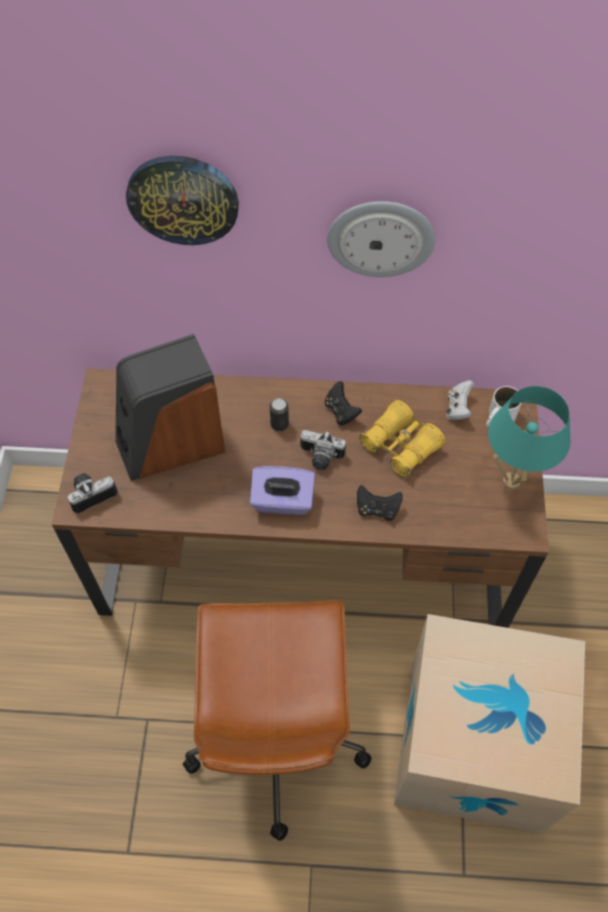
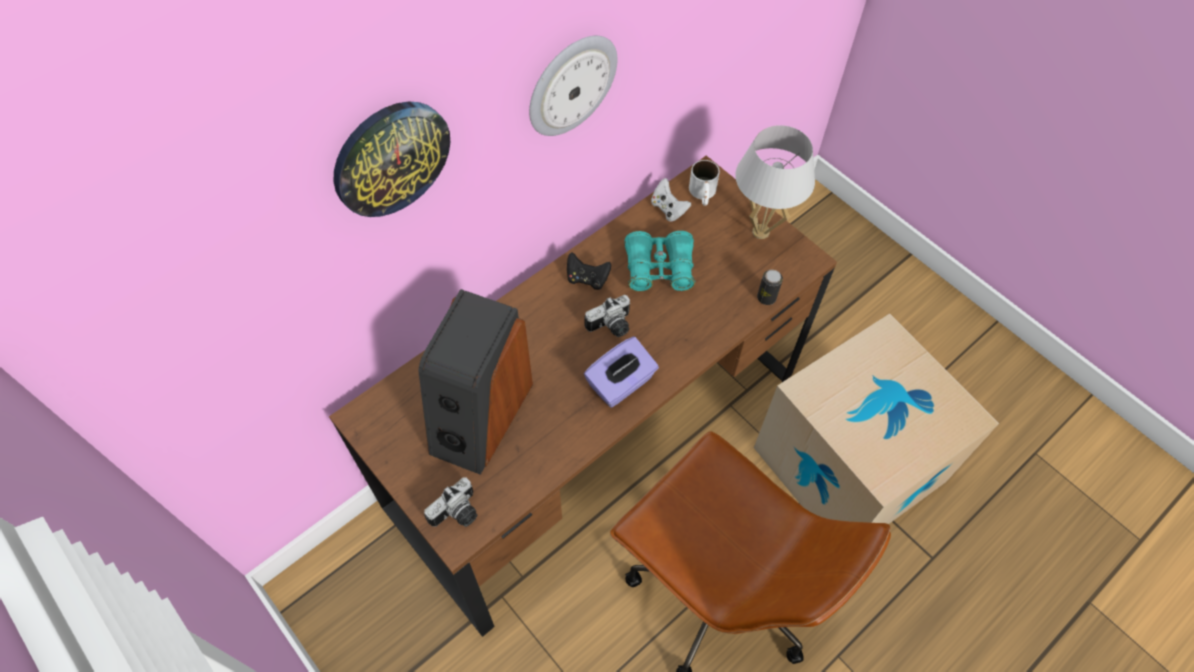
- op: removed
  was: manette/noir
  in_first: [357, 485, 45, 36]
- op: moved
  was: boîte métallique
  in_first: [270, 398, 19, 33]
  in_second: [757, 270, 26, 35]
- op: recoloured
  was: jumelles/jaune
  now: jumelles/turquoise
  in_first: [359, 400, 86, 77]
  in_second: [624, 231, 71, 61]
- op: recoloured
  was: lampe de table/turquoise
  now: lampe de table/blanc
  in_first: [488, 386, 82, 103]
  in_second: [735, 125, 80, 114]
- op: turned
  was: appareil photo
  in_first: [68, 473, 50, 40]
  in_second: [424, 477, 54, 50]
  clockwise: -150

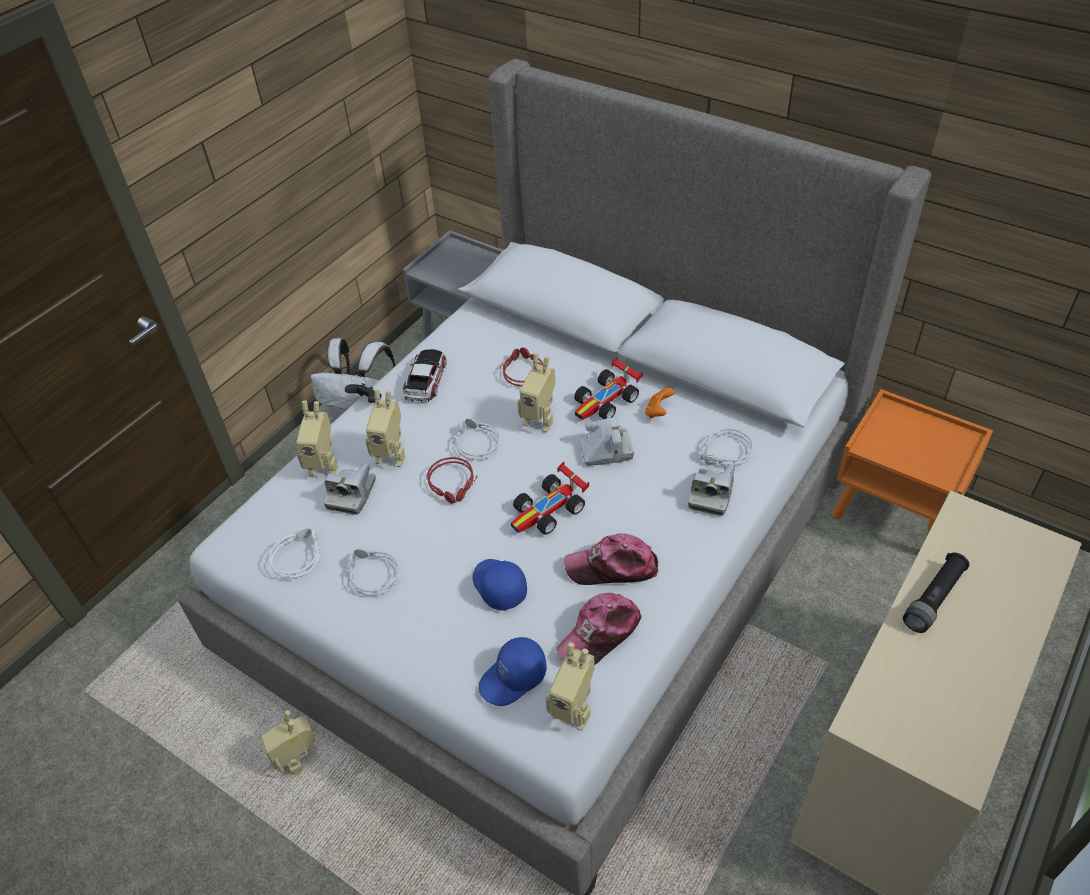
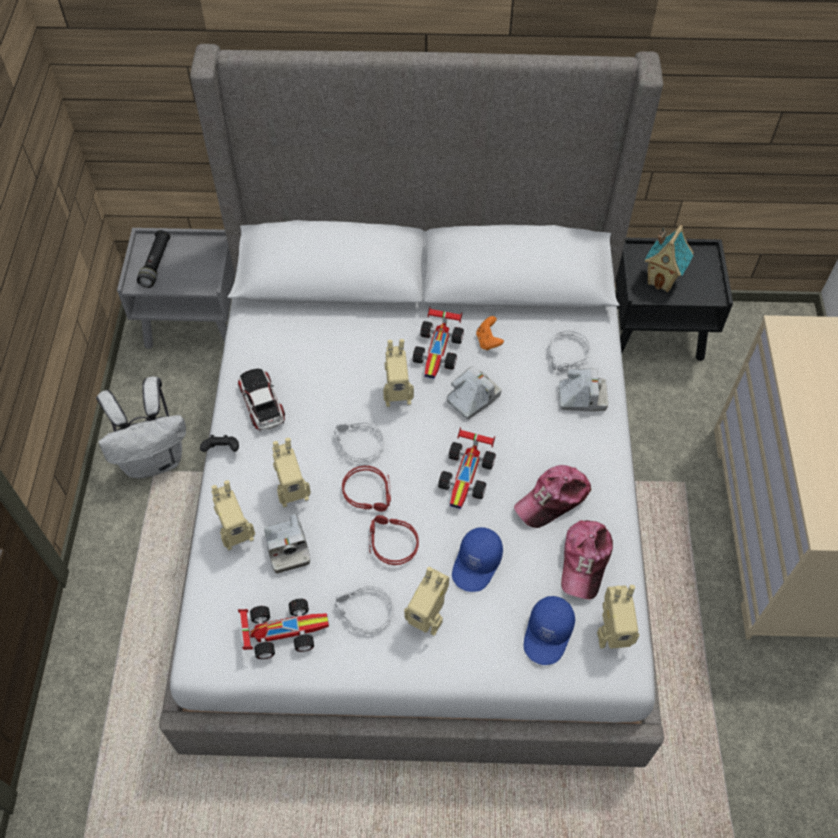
- op: added
  now: maison miniature
  in_second: [645, 225, 49, 67]
- op: moved
  was: robot jouet
  in_first: [261, 710, 54, 68]
  in_second: [404, 567, 45, 69]
- op: moved
  was: casque audio/rouge
  in_first: [499, 348, 44, 39]
  in_second: [369, 515, 50, 50]
- op: moved
  was: lampe de poche/noir
  in_first: [903, 553, 66, 80]
  in_second: [137, 230, 33, 58]
- op: replaced
  was: casque audio/blanc
  now: petite voiture
  in_first: [269, 527, 50, 51]
  in_second: [238, 599, 91, 60]
- op: recoloured
  was: table de chevet/orange
  now: table de chevet/noir
  in_first: [832, 389, 161, 146]
  in_second: [616, 238, 117, 123]
- op: turned
  was: casquette/bleu
  in_first: [472, 559, 55, 51]
  in_second: [452, 527, 51, 65]
  clockwise: -90
- op: turned
  was: appareil photo
  in_first: [688, 464, 46, 52]
  in_second: [559, 368, 49, 44]
  clockwise: -75

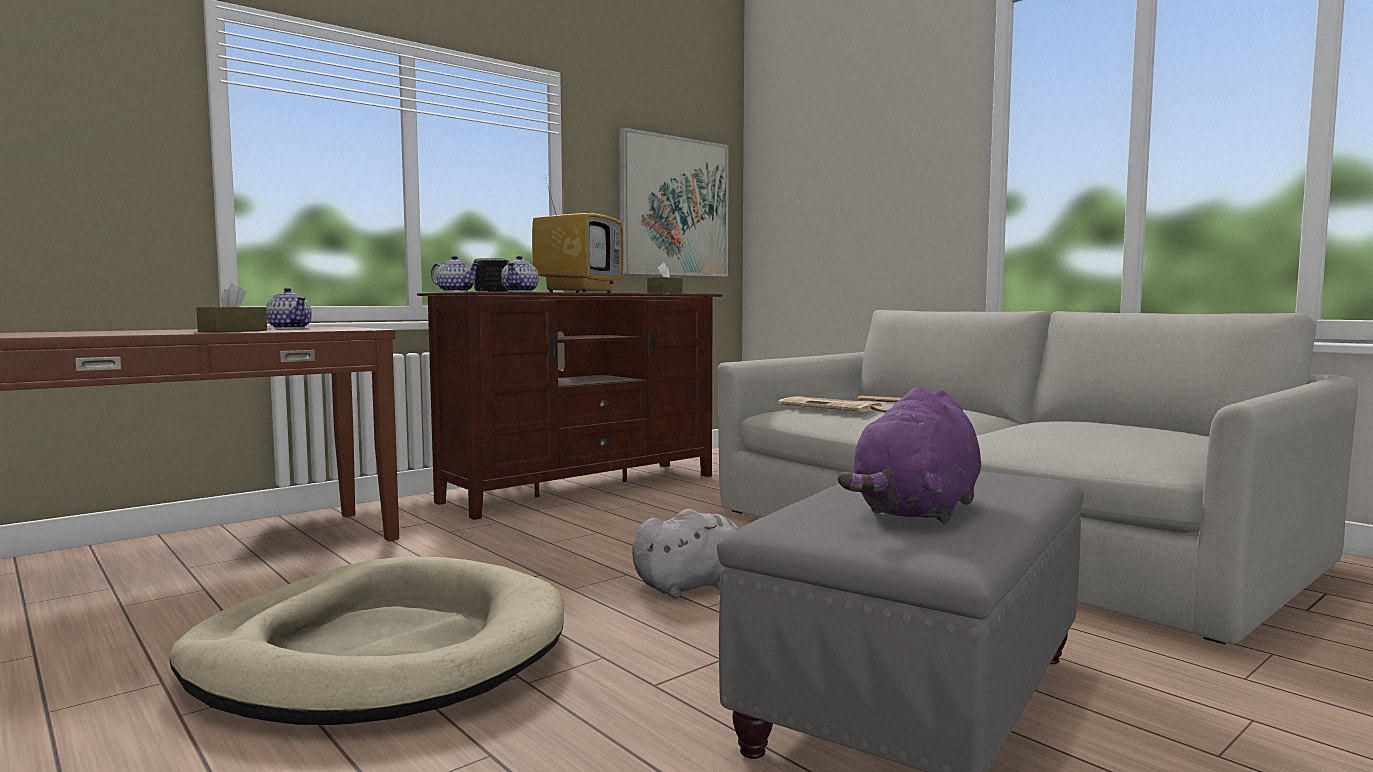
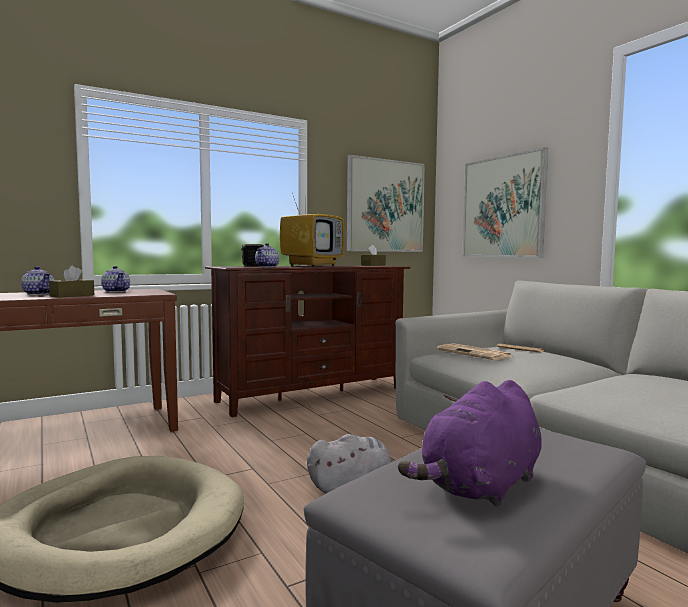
- op: added
  now: tableau
  in_second: [462, 147, 86, 111]
- op: moved
  was: théière
  in_first: [431, 256, 49, 36]
  in_second: [21, 266, 33, 29]

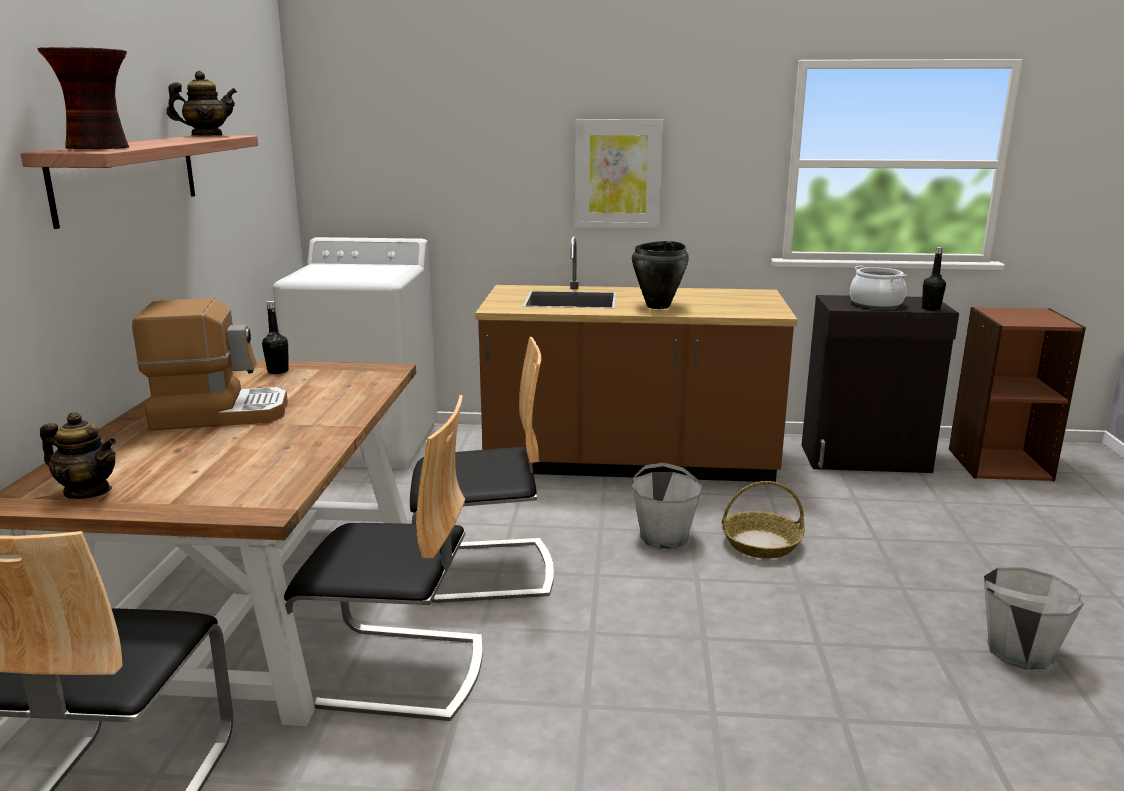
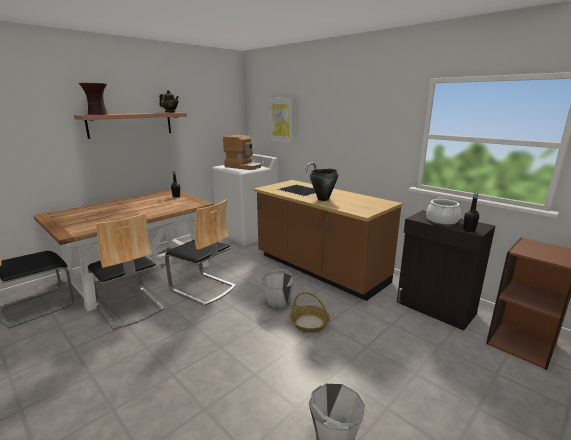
- op: removed
  was: théière
  in_first: [40, 412, 76, 87]
- op: moved
  was: machine à café
  in_first: [132, 298, 156, 132]
  in_second: [223, 135, 38, 35]
- op: moved
  was: tableau
  in_first: [575, 119, 88, 109]
  in_second: [268, 97, 27, 47]

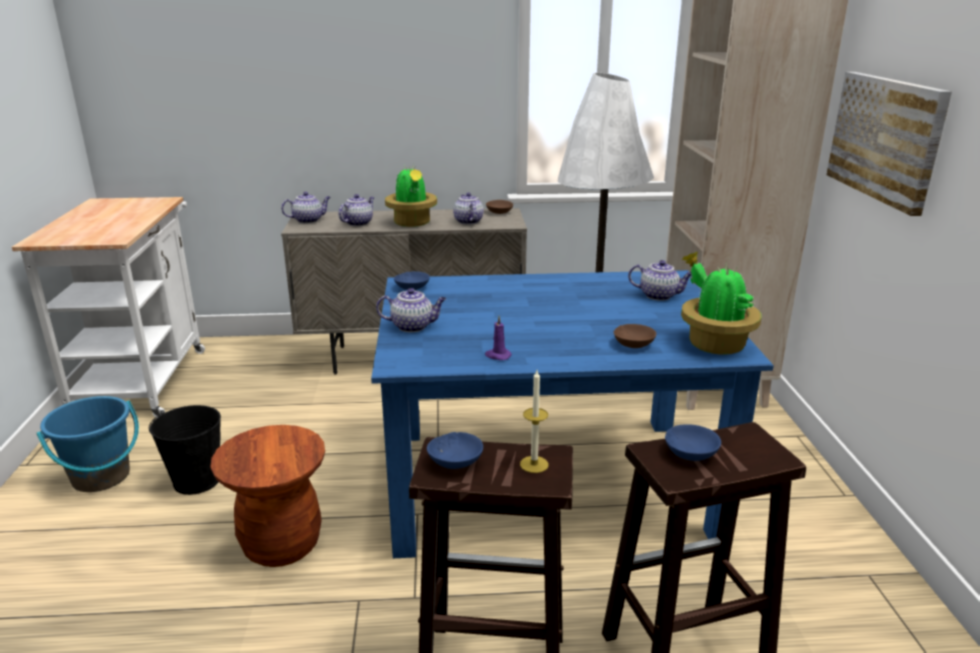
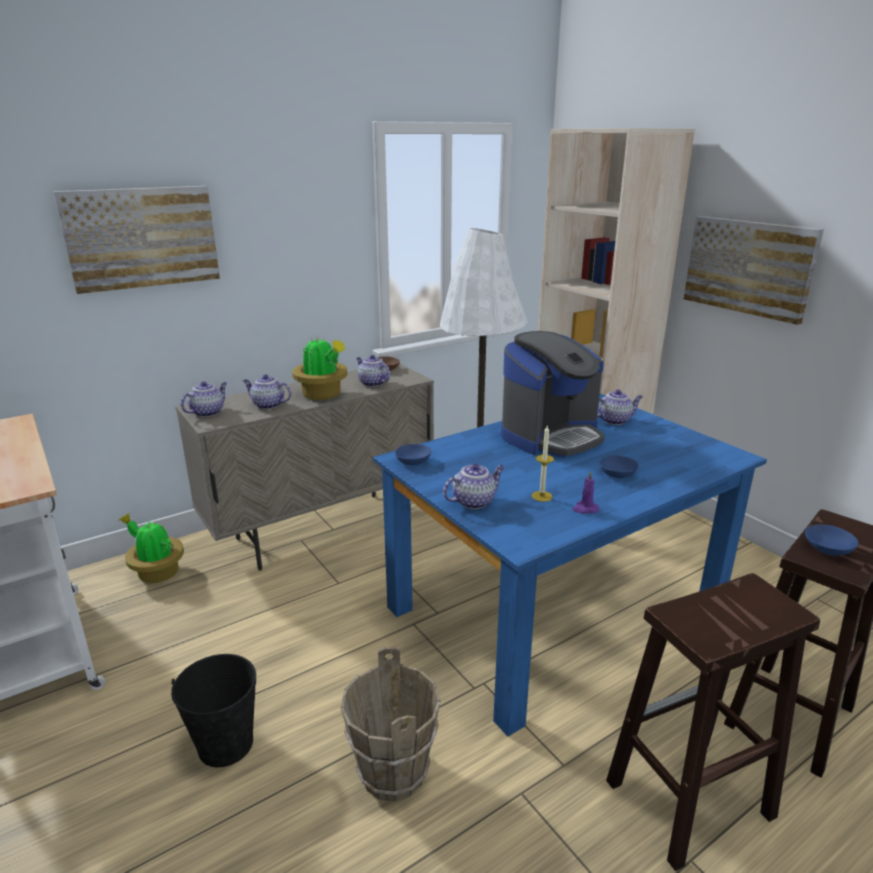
- op: removed
  was: seau/bleu
  in_first: [37, 396, 102, 96]
- op: removed
  was: bol/marron
  in_first: [614, 324, 42, 24]
- op: added
  now: tableau
  in_second: [53, 186, 167, 108]
- op: added
  now: machine à café
  in_second: [501, 331, 104, 126]
- op: moved
  was: bol/bleu
  in_first: [427, 432, 56, 37]
  in_second: [600, 456, 39, 22]
- op: moved
  was: bougie
  in_first: [520, 370, 28, 103]
  in_second: [531, 426, 23, 76]
- op: moved
  was: plante en pot
  in_first: [681, 252, 80, 103]
  in_second: [119, 513, 65, 70]
- op: replaced
  was: tabouret/marron
  now: seau/marron
  in_first: [211, 425, 114, 142]
  in_second: [340, 647, 101, 154]
- op: turned
  was: théière
  in_first: [338, 194, 37, 32]
  in_second: [242, 374, 49, 35]
  clockwise: -75

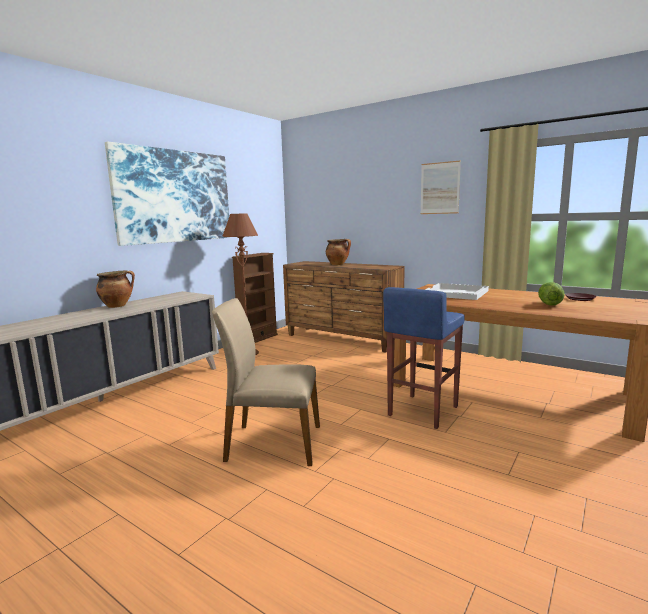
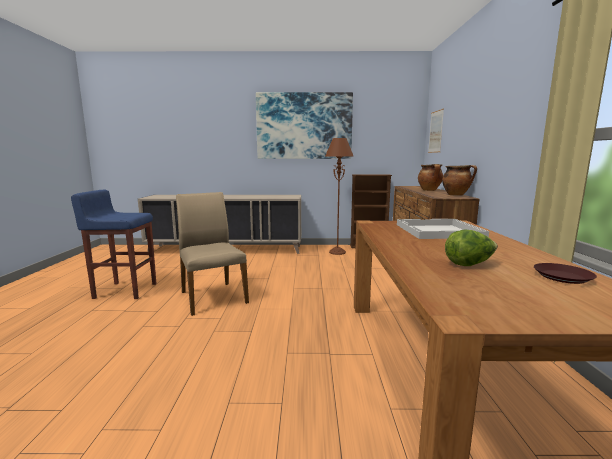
- op: moved
  was: marmite
  in_first: [96, 271, 39, 37]
  in_second: [442, 165, 35, 31]
- op: moved
  was: tabouret/bleu
  in_first: [383, 287, 82, 142]
  in_second: [71, 190, 85, 109]
- op: moved
  was: tableau
  in_first: [420, 160, 41, 54]
  in_second: [428, 109, 16, 44]

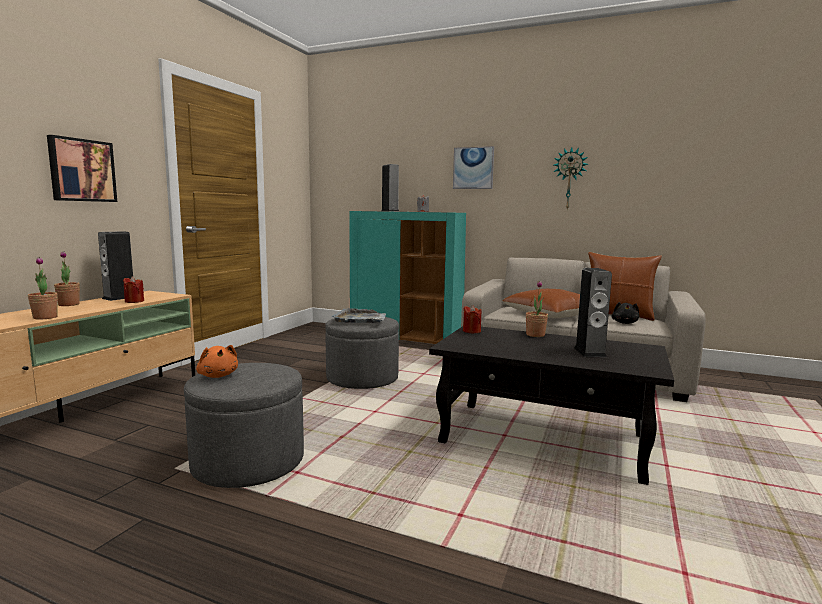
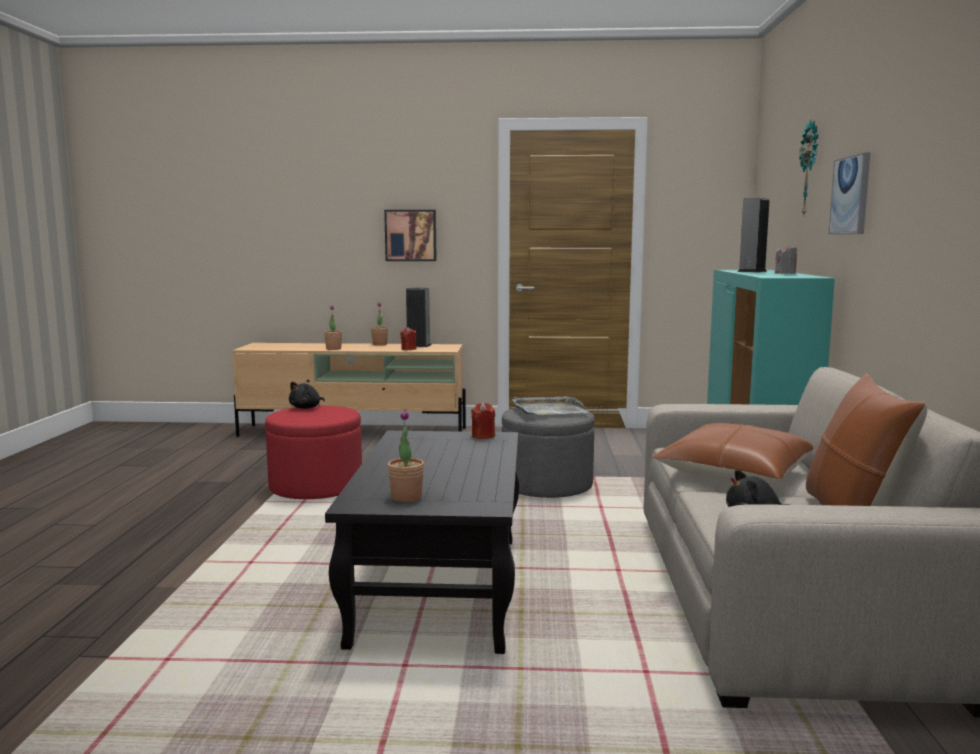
- op: removed
  was: enceinte
  in_first: [574, 268, 38, 89]
- op: moved
  was: plante en pot
  in_first: [526, 281, 22, 56]
  in_second: [388, 409, 36, 93]
- op: moved
  was: horloge murale
  in_first: [554, 147, 34, 62]
  in_second: [800, 120, 18, 95]
- op: recoloured
  was: pouf/gris
  now: pouf/rouge
  in_first: [184, 363, 120, 125]
  in_second: [265, 406, 97, 93]
- op: recoloured
  was: peluche/orange
  now: peluche/noir
  in_first: [196, 345, 42, 33]
  in_second: [289, 382, 36, 27]

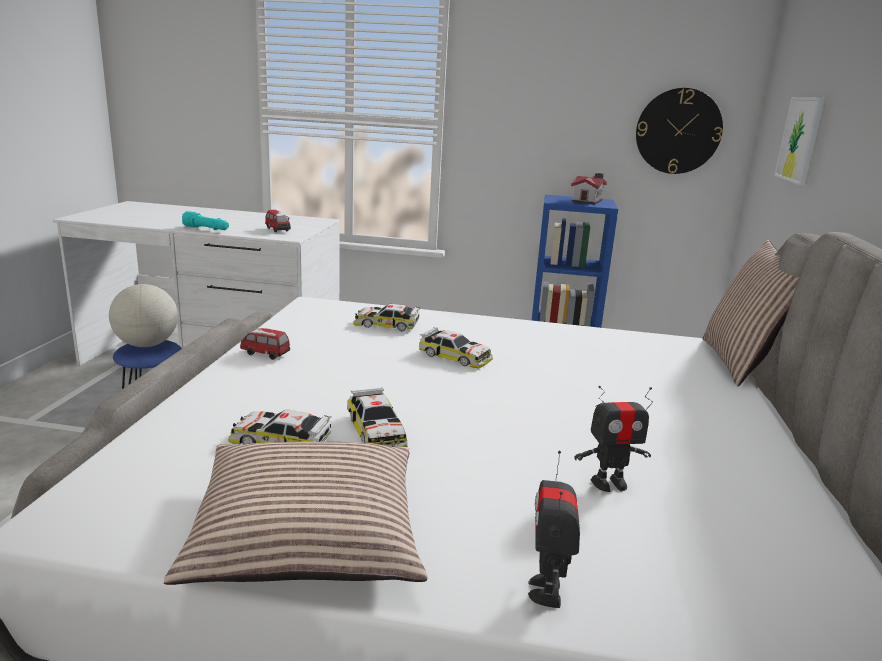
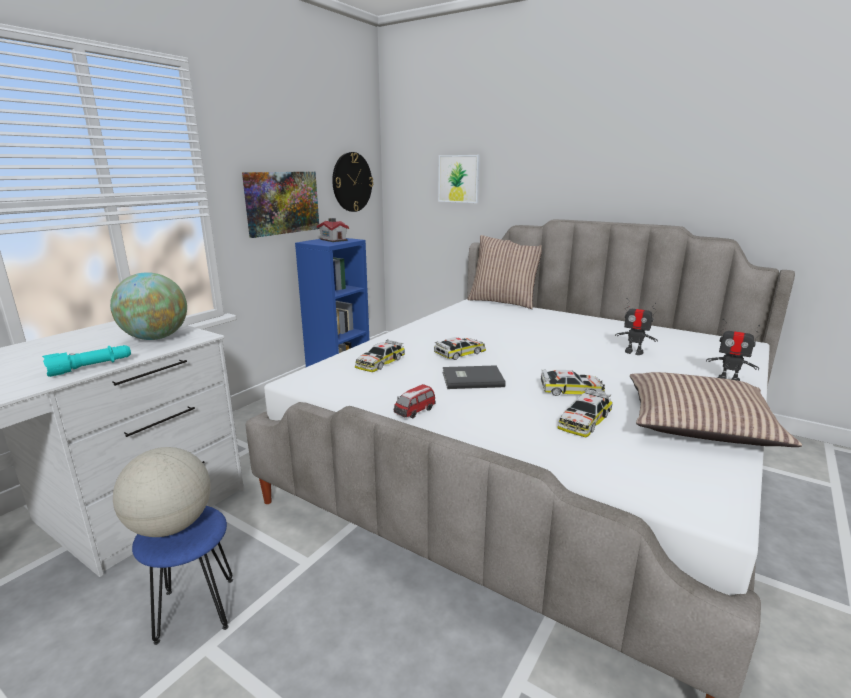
- op: added
  now: tableau
  in_second: [242, 172, 77, 66]
- op: added
  now: livre/gris
  in_second: [443, 365, 63, 24]
- op: replaced
  was: petite voiture
  now: globe
  in_first: [265, 210, 26, 22]
  in_second: [110, 272, 77, 68]
- op: turned
  was: robot jouet
  in_first: [574, 386, 79, 106]
  in_second: [615, 298, 43, 57]
  clockwise: 105

